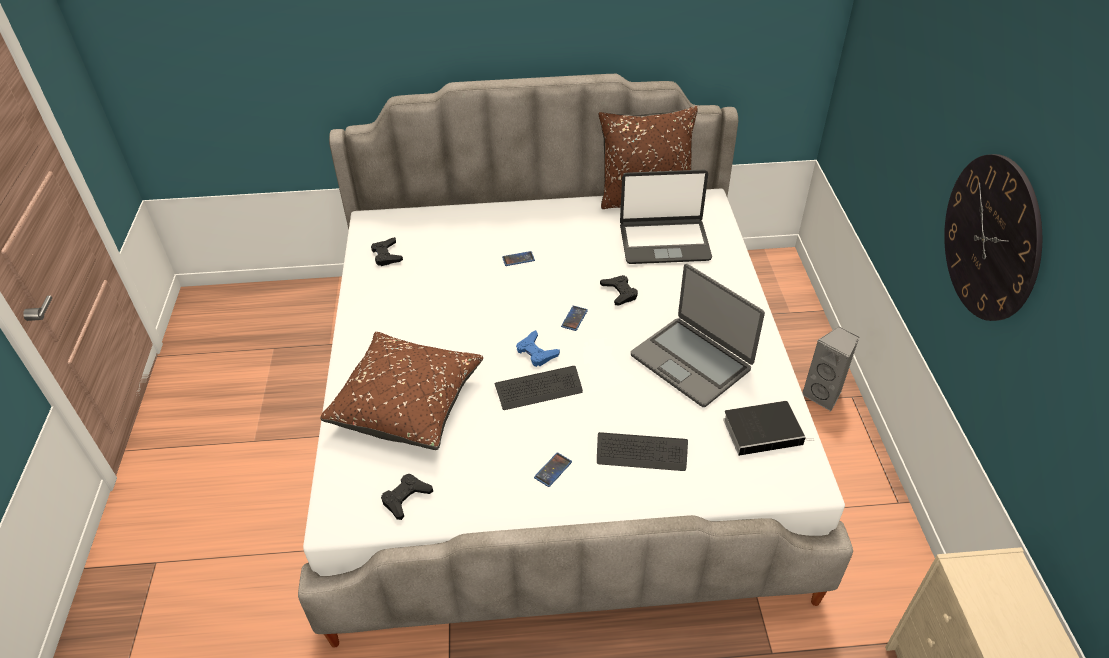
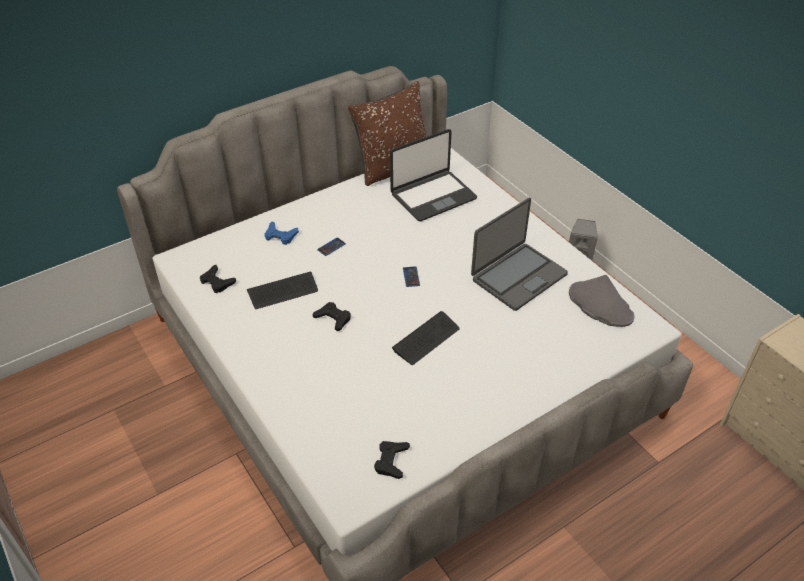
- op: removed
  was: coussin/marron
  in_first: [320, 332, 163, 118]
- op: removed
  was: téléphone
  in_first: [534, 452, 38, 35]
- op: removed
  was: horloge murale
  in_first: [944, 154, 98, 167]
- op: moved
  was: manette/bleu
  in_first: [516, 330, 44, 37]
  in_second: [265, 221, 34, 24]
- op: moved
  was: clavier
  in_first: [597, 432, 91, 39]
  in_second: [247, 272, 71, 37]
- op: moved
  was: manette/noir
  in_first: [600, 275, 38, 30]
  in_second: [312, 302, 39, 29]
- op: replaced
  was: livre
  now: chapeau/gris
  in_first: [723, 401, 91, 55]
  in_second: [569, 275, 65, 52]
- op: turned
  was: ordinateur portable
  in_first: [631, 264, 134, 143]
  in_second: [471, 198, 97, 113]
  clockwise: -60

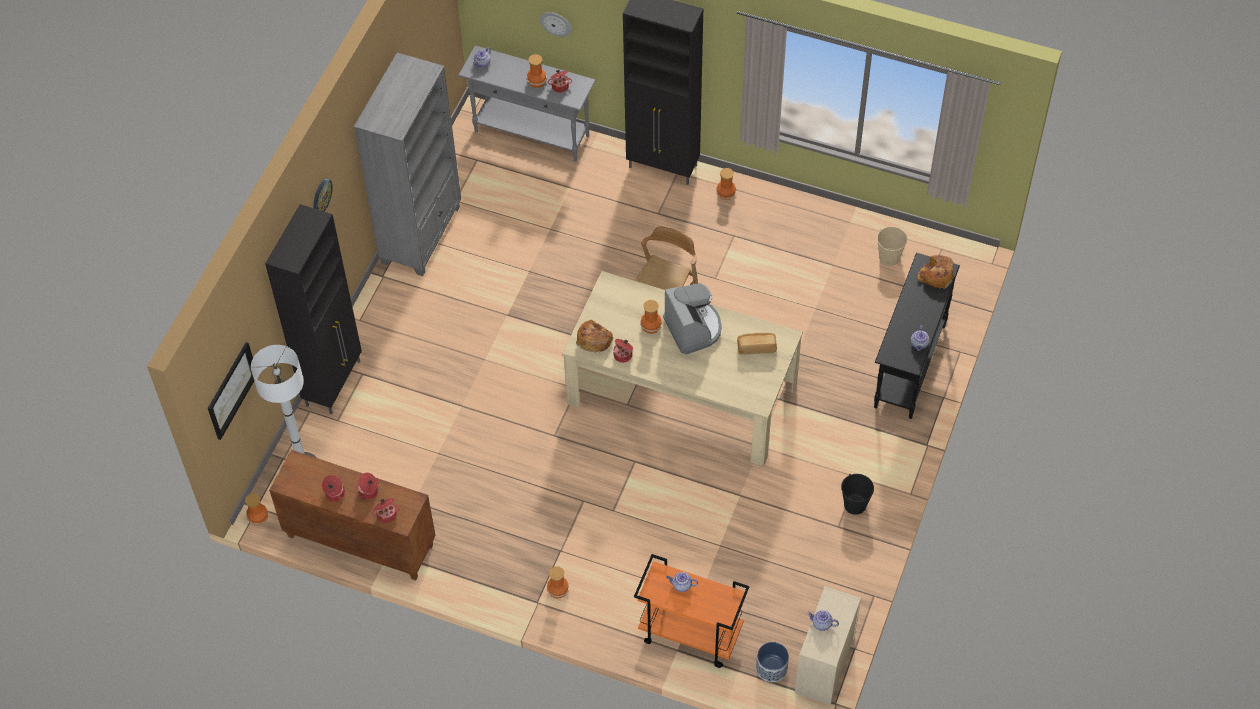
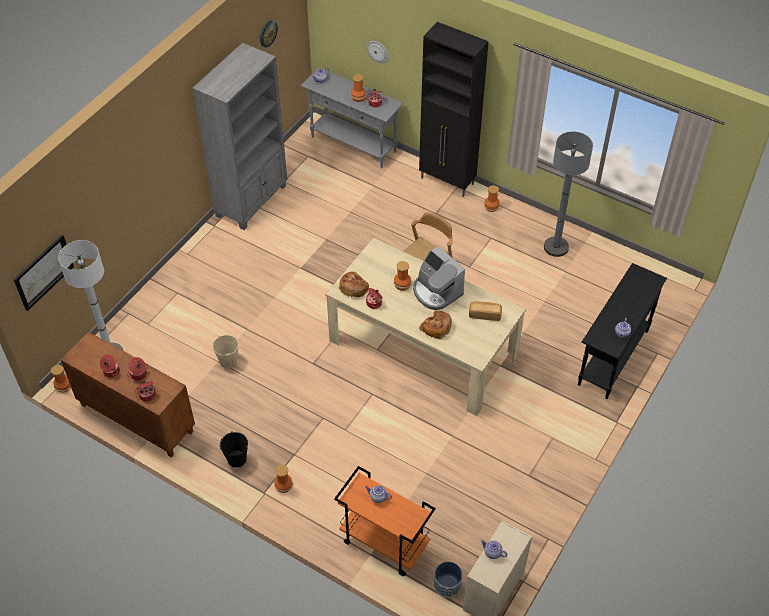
- op: removed
  was: meuble de rangement/noir
  in_first: [265, 204, 97, 210]
- op: added
  now: lampadaire/gris
  in_second: [544, 131, 49, 126]
- op: moved
  was: horloge murale
  in_first: [314, 179, 19, 33]
  in_second: [260, 20, 18, 28]
- op: moved
  was: seau/noir
  in_first: [841, 474, 33, 41]
  in_second: [220, 431, 28, 37]
- op: moved
  was: seau/beige
  in_first: [877, 227, 30, 39]
  in_second: [212, 335, 27, 34]
- op: moved
  was: pain
  in_first: [917, 255, 37, 33]
  in_second: [419, 311, 33, 29]
- op: turned
  was: machine à café
  in_first: [663, 283, 59, 72]
  in_second: [413, 246, 52, 64]
  clockwise: 150

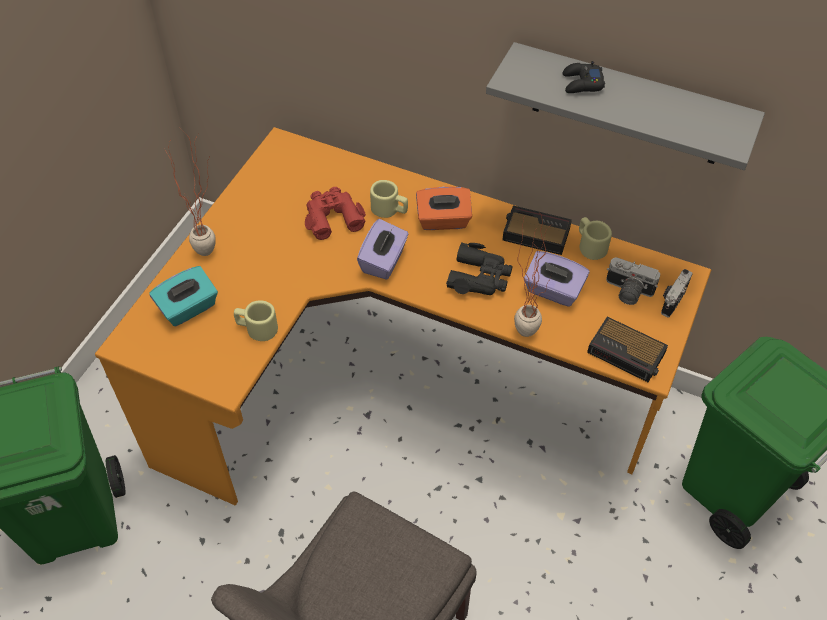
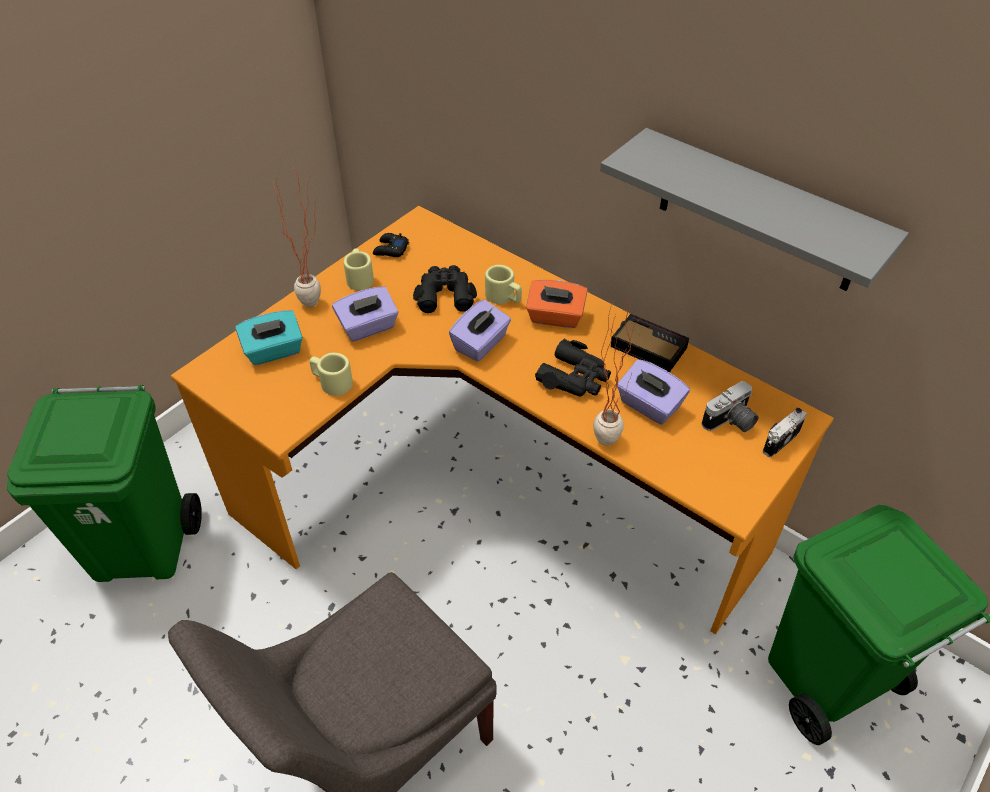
- op: removed
  was: réveil
  in_first: [587, 317, 81, 65]
- op: added
  now: boîte à mouchoirs/violet
  in_second: [332, 287, 66, 54]
- op: moved
  was: manette/noir
  in_first: [563, 61, 42, 32]
  in_second: [373, 233, 36, 24]
- op: moved
  was: mug/beige
  in_first: [579, 217, 33, 43]
  in_second: [344, 248, 30, 42]
- op: recoloured
  was: jumelles/rouge
  now: jumelles/noir
  in_first: [305, 187, 61, 53]
  in_second: [413, 265, 64, 48]
- op: turned
  was: appareil photo
  in_first: [606, 257, 54, 48]
  in_second: [702, 381, 57, 51]
  clockwise: -75

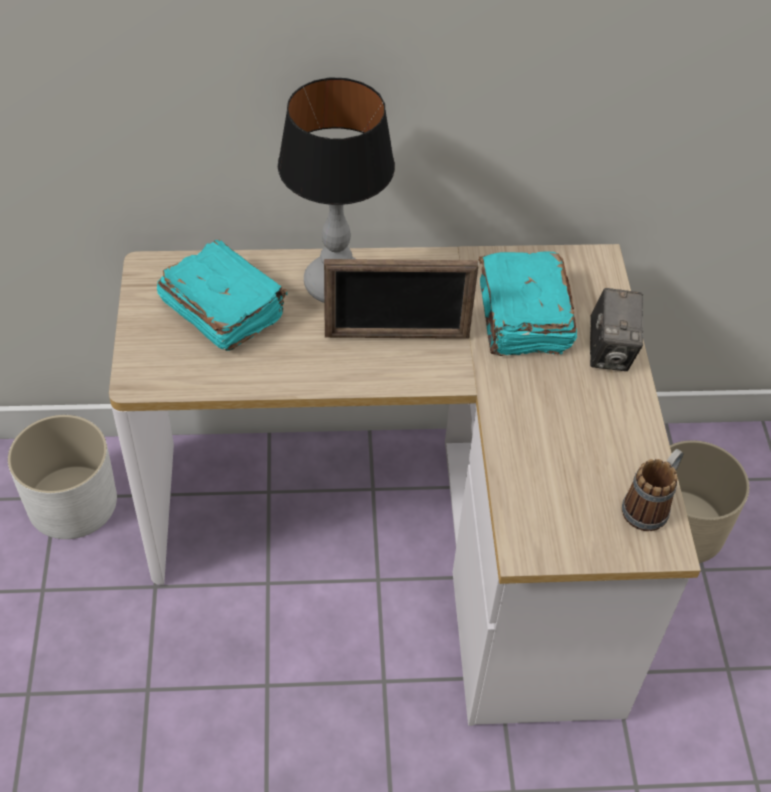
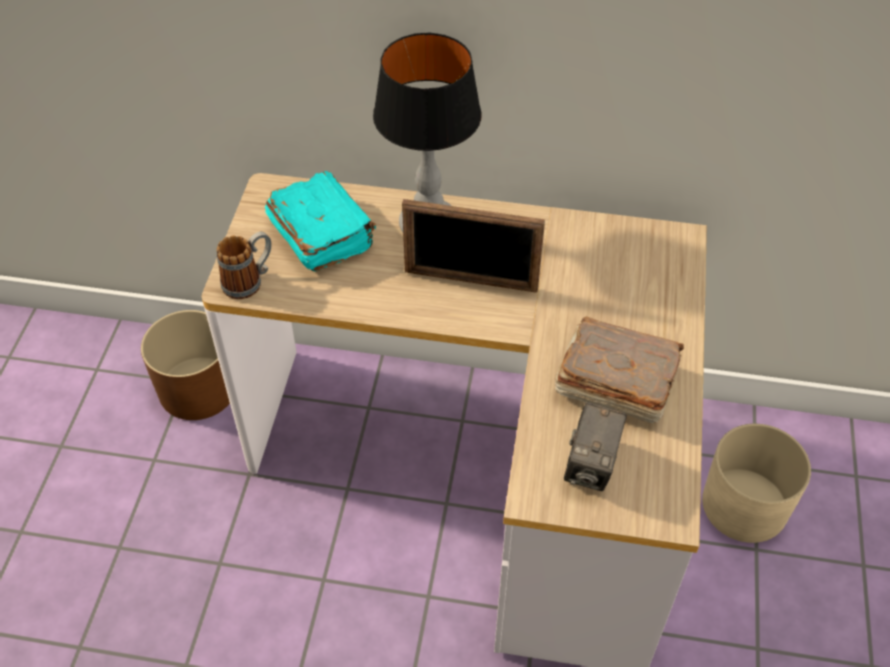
- op: removed
  was: livre/turquoise
  in_first: [479, 252, 98, 104]
- op: added
  now: livre/marron
  in_second: [555, 316, 129, 107]
- op: moved
  was: appareil photo
  in_first: [590, 288, 53, 83]
  in_second: [564, 402, 63, 89]
- op: moved
  was: mug
  in_first: [622, 449, 62, 82]
  in_second: [217, 232, 54, 67]
- op: recoloured
  was: cache-pot/blanc
  now: cache-pot/marron
  in_first: [8, 415, 109, 124]
  in_second: [141, 310, 89, 110]

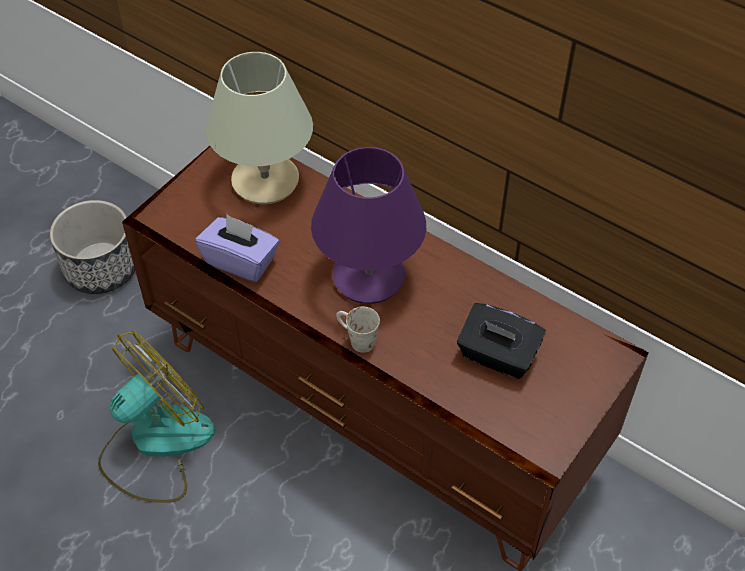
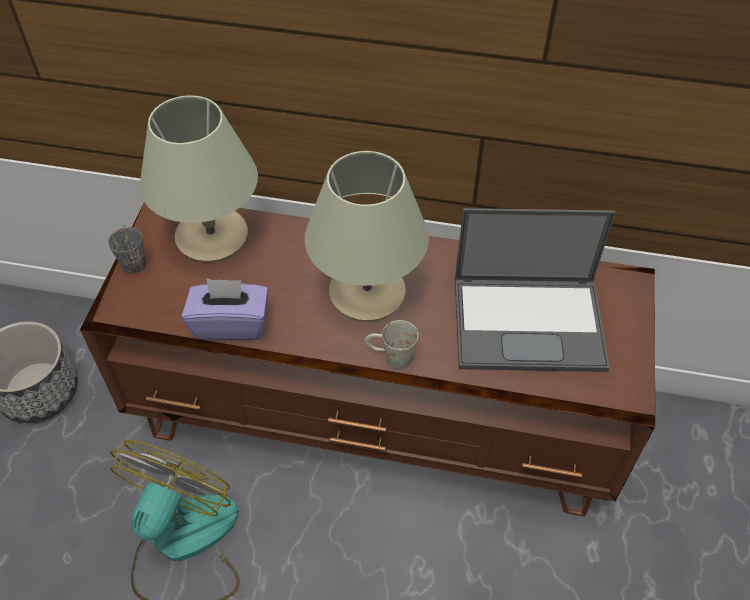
- op: added
  now: mug/gris
  in_second: [108, 225, 38, 49]
- op: replaced
  was: boîte à mouchoirs/noir
  now: ordinateur portable
  in_first: [457, 303, 89, 76]
  in_second: [455, 208, 161, 164]
- op: recoloured
  was: lampe de table/violet
  now: lampe de table/beige
  in_first: [311, 147, 115, 157]
  in_second: [305, 151, 124, 171]

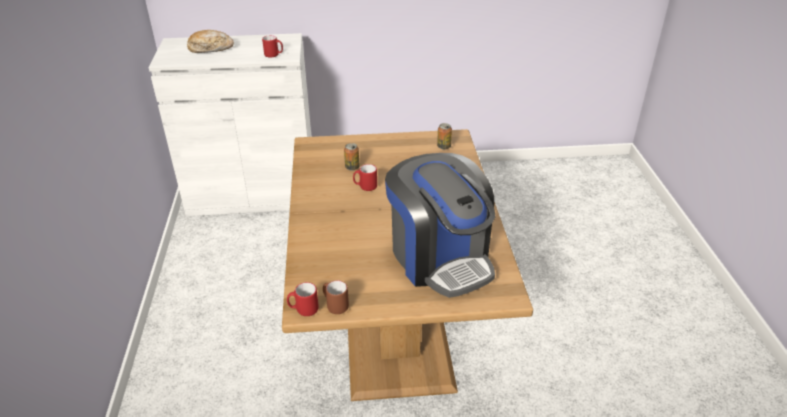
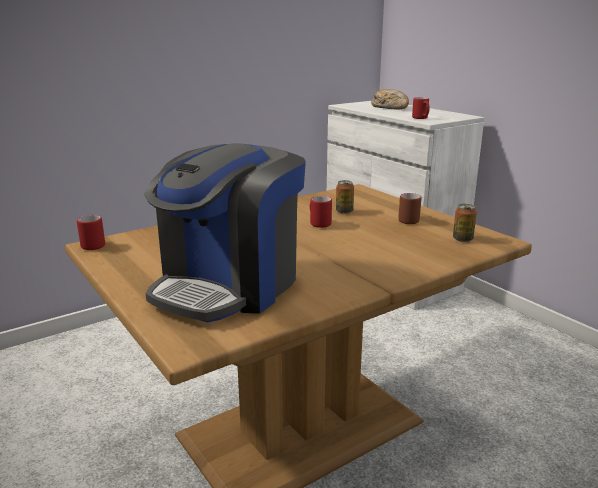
- op: moved
  was: mug/marron
  in_first: [323, 280, 26, 34]
  in_second: [398, 193, 23, 31]

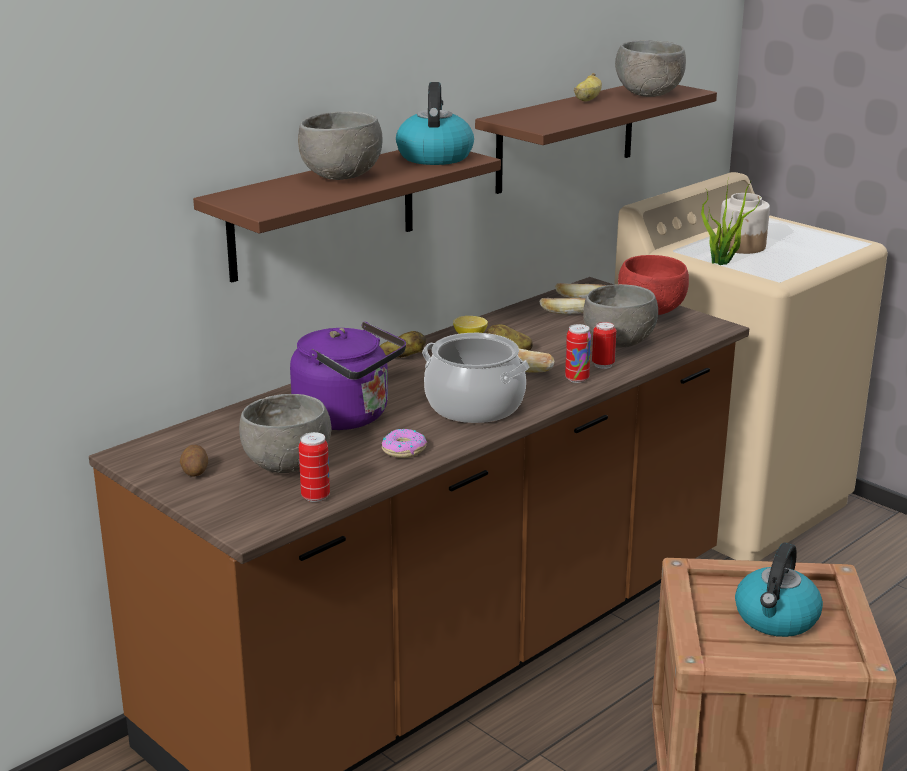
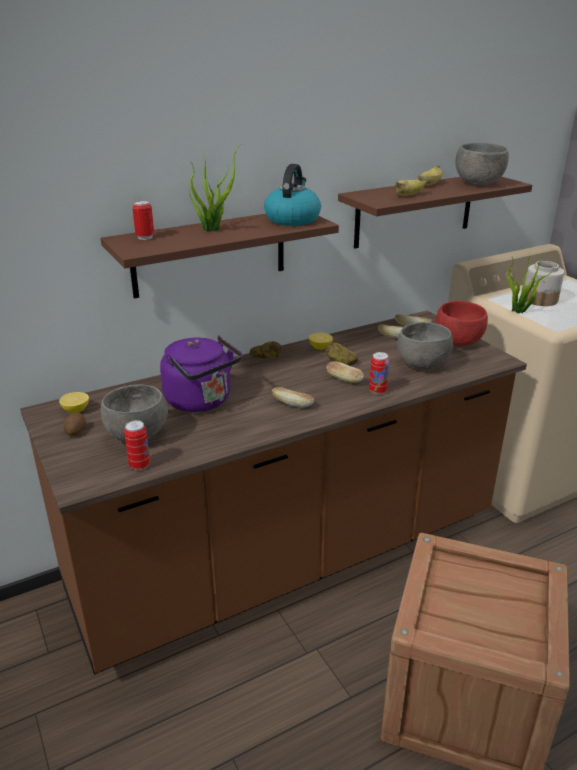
- op: removed
  was: beignet
  in_first: [382, 429, 45, 29]
- op: removed
  was: bouilloire
  in_first: [735, 543, 88, 94]
- op: added
  now: citron
  in_second: [59, 392, 30, 21]
- op: added
  now: banane
  in_second: [394, 180, 32, 16]
- op: moved
  was: boîte métallique
  in_first: [592, 322, 24, 47]
  in_second: [132, 201, 22, 39]
- op: replaced
  was: bol/gris
  now: plante en pot
  in_first: [298, 111, 85, 69]
  in_second: [189, 145, 51, 87]
- op: replaced
  was: marmite
  now: pain
  in_first: [422, 333, 107, 90]
  in_second: [272, 387, 42, 20]

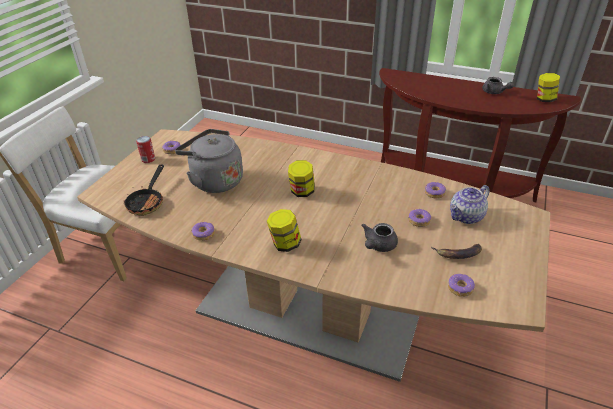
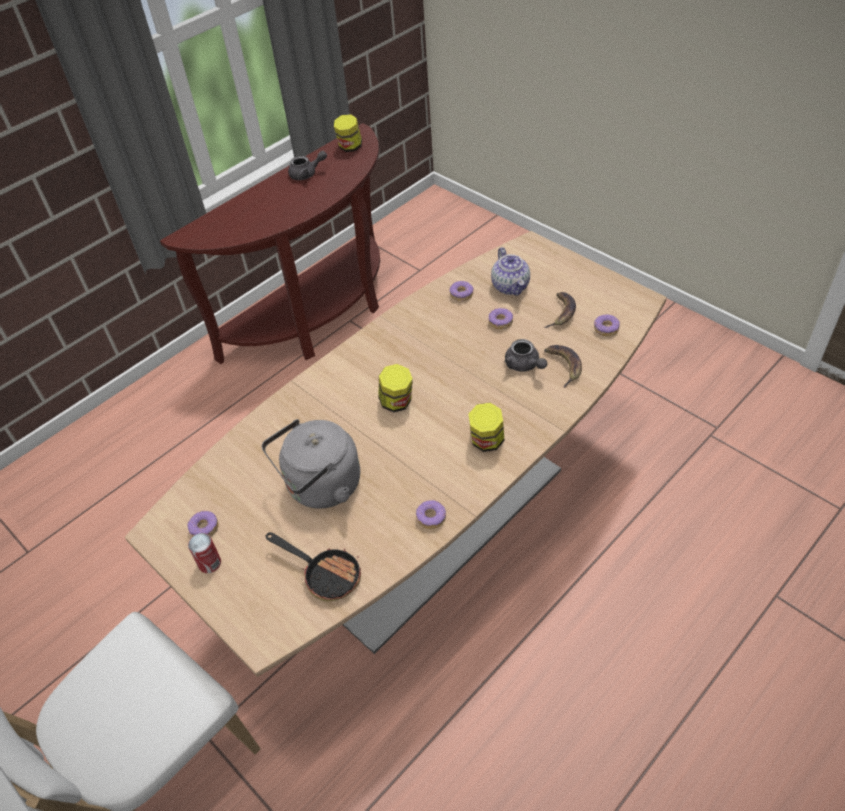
- op: added
  now: banane
  in_second: [544, 345, 38, 43]

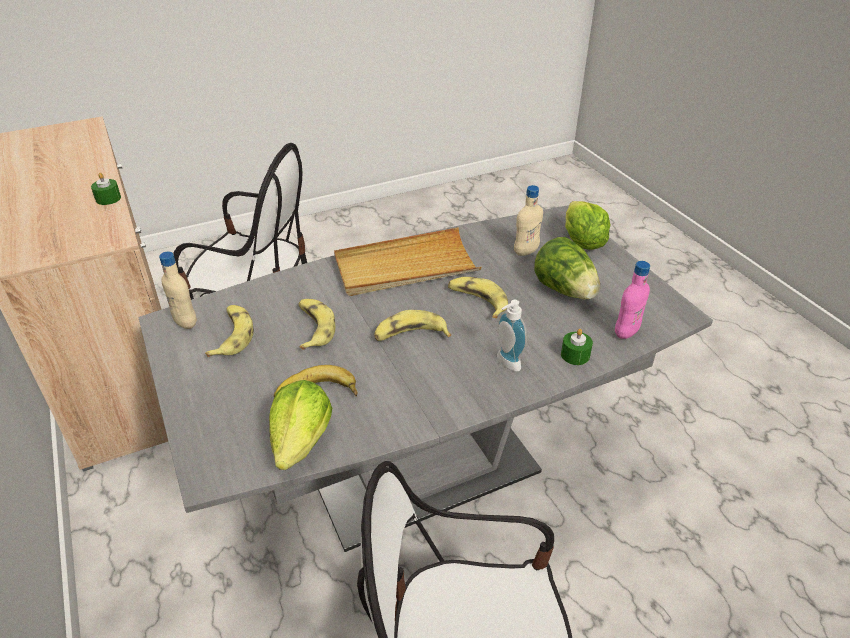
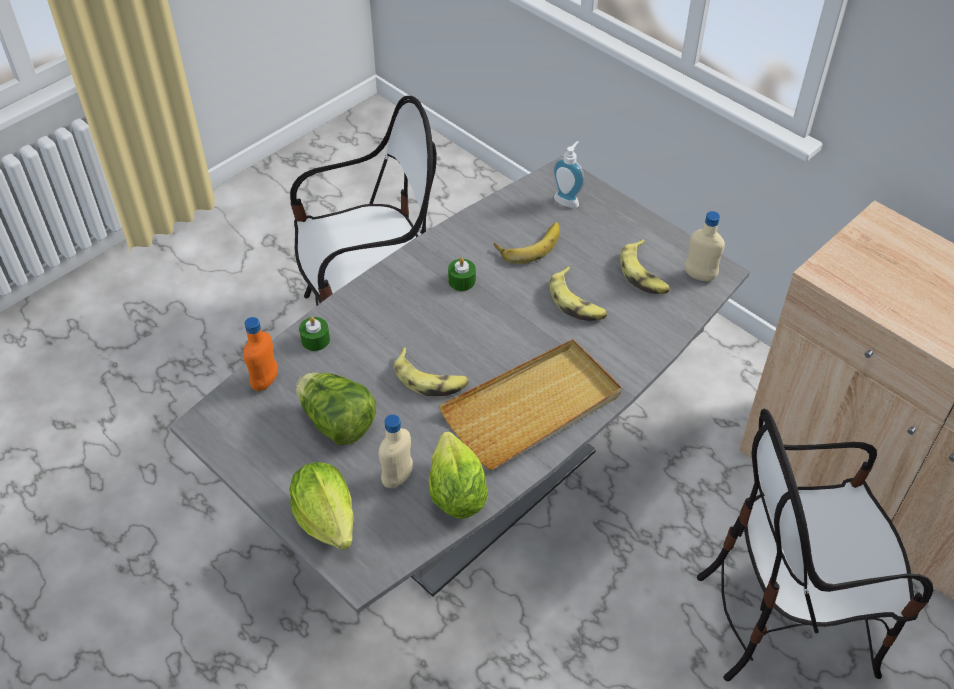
- op: removed
  was: banane
  in_first: [374, 310, 77, 31]
- op: moved
  was: bougie/vert
  in_first: [91, 173, 30, 32]
  in_second: [448, 257, 28, 34]
- op: moved
  was: laitue
  in_first: [269, 380, 63, 90]
  in_second: [429, 432, 59, 87]
- op: moved
  was: distributeur de savon
  in_first: [497, 300, 30, 71]
  in_second: [553, 141, 32, 67]
- op: recoloured
  was: bouteille/rose
  now: bouteille/orange
  in_first: [615, 261, 35, 78]
  in_second: [243, 317, 35, 74]

